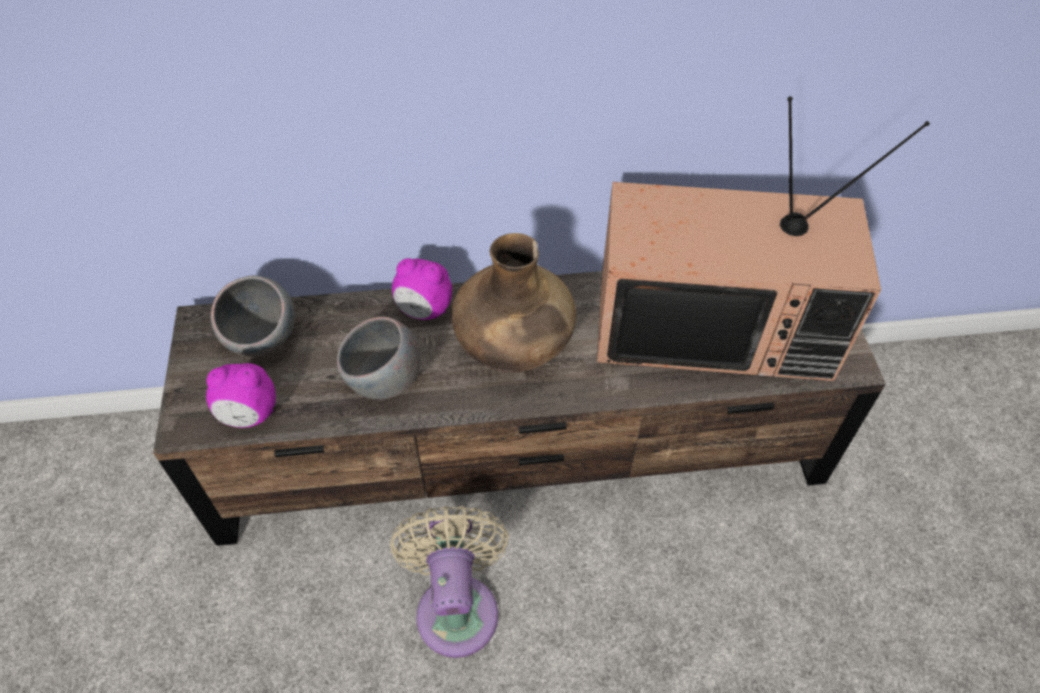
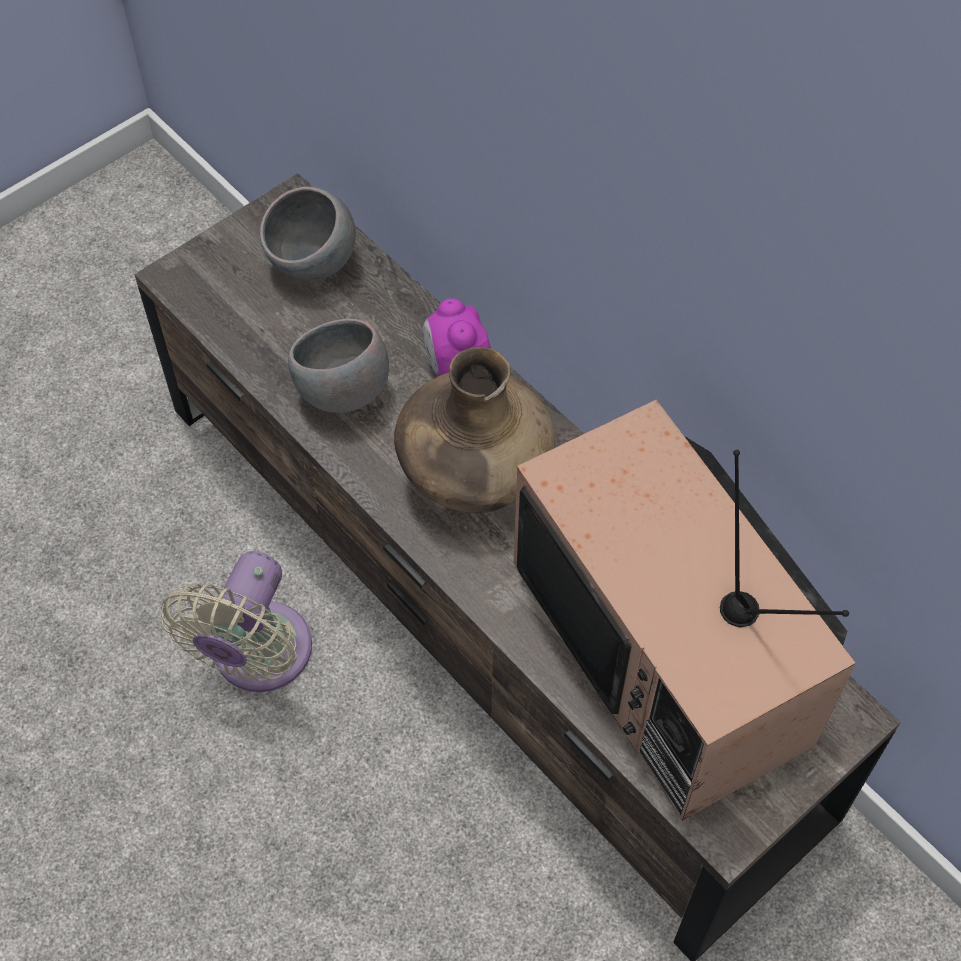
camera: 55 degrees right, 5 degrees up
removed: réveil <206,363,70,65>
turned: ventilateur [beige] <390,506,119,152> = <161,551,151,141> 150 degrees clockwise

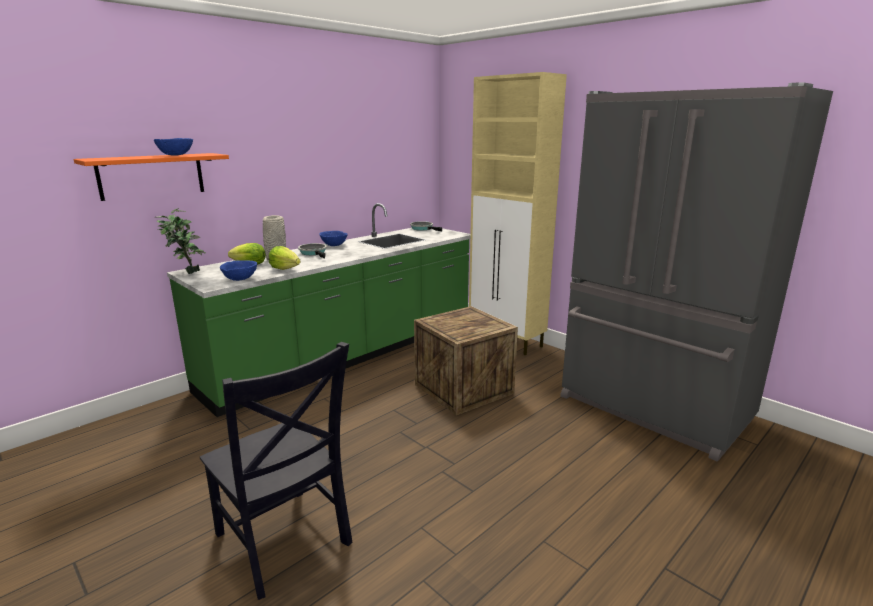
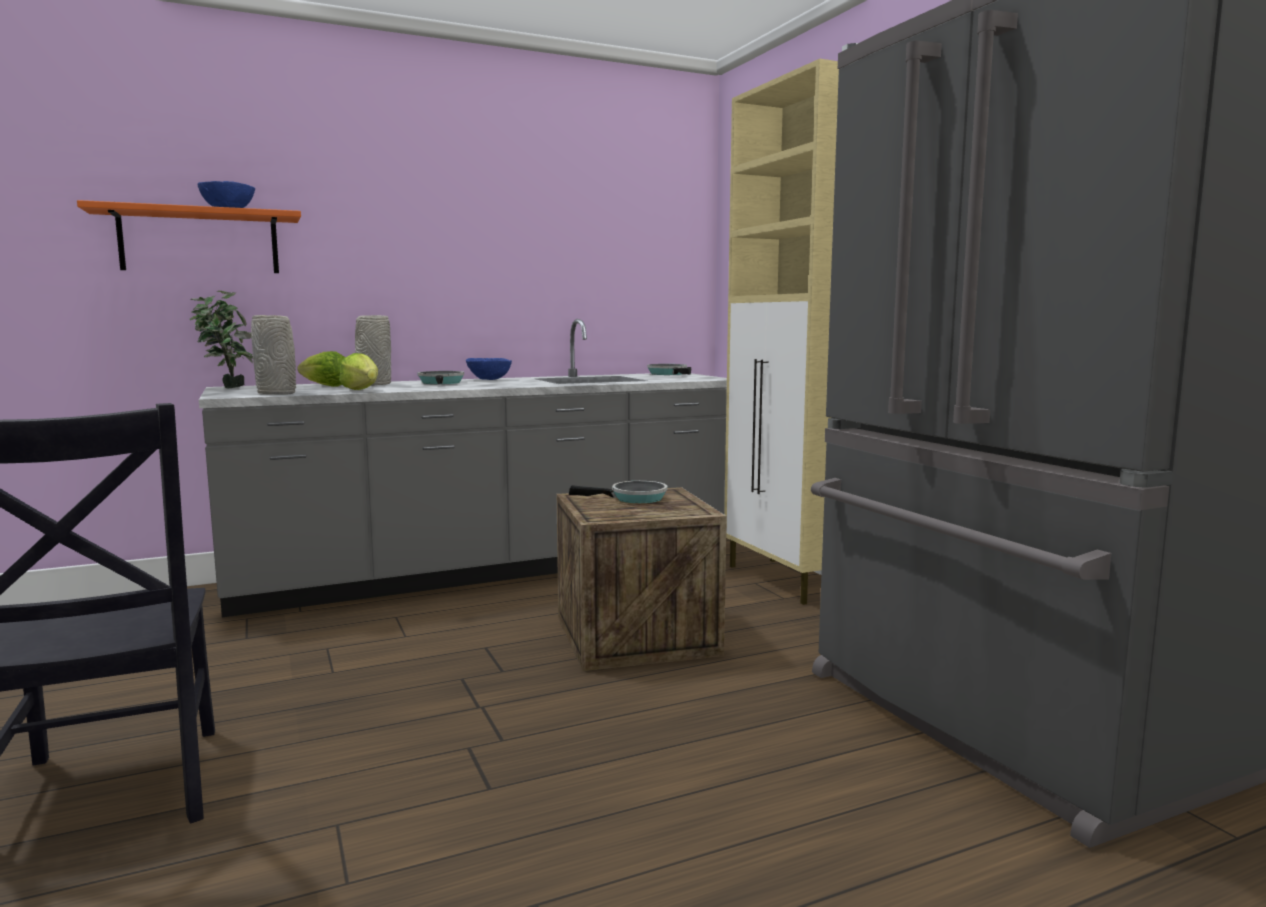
camera: 20 degrees right, 10 degrees down
added: poêle <569,481,99,22>
replaced: bol [bleu] <220,260,37,21> to vase [gris] <251,315,45,80>
recoloured: comptoir de cuisine [vert] <167,203,303,214> to comptoir de cuisine [gris] <199,319,528,298>

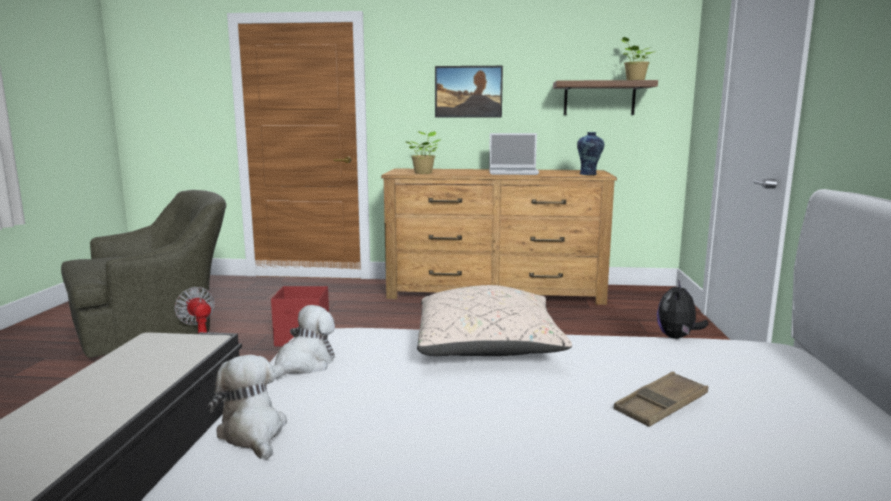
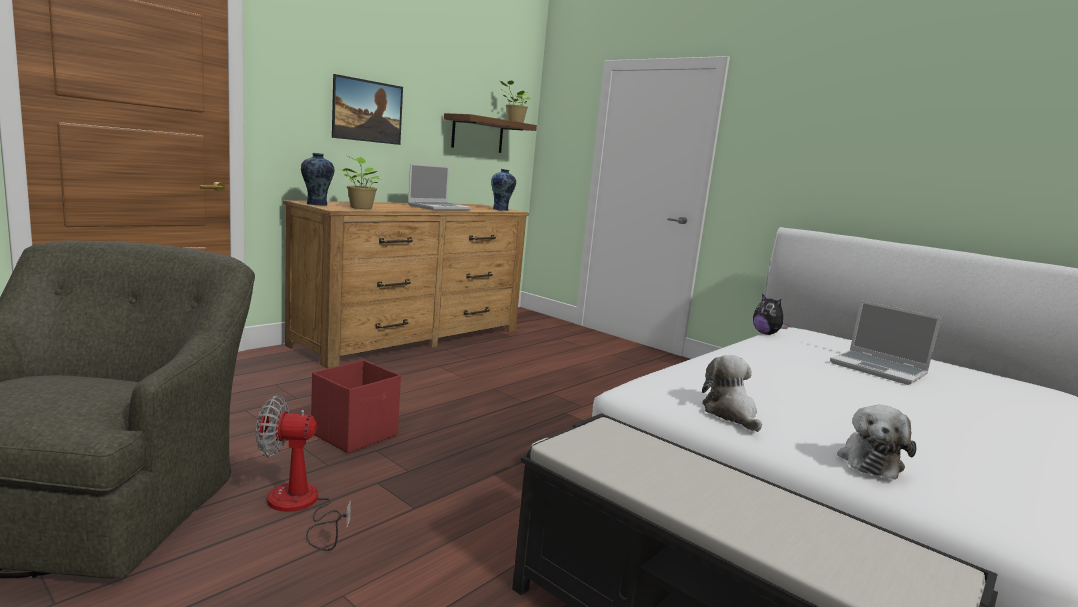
camera: 55 degrees left, 0 degrees up
removed: coussin [beige] <417,285,155,71>
added: vase <301,153,33,53>
replaced: plateau [marron] <614,371,94,56> to ordinateur portable <830,300,111,85>
turned: peluche <207,355,80,105> = <837,405,79,75> 75 degrees counterclockwise

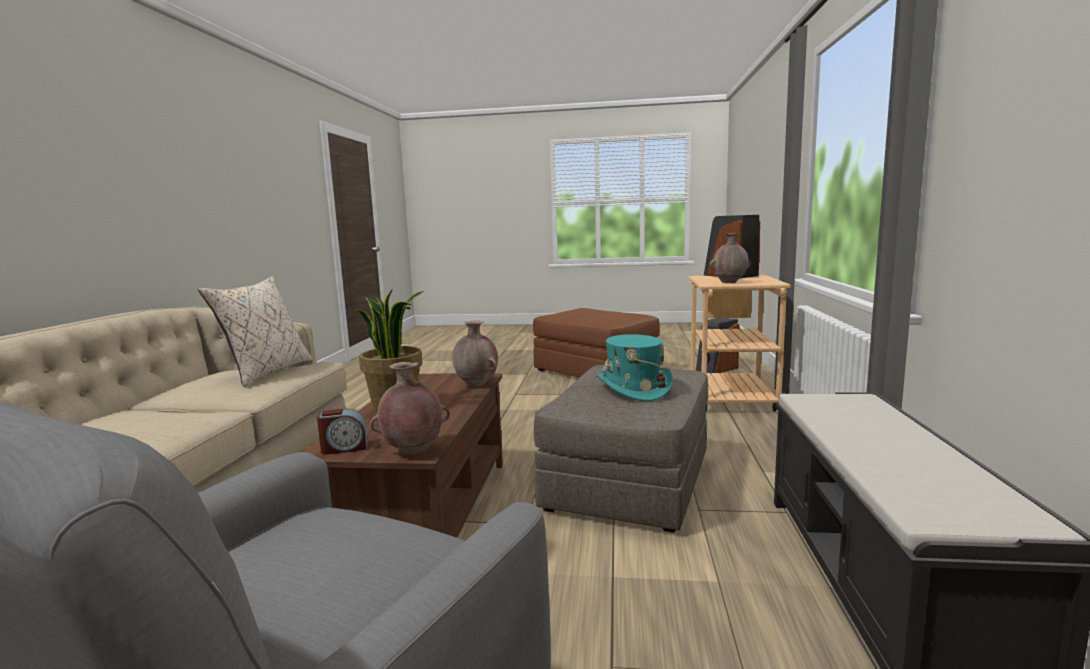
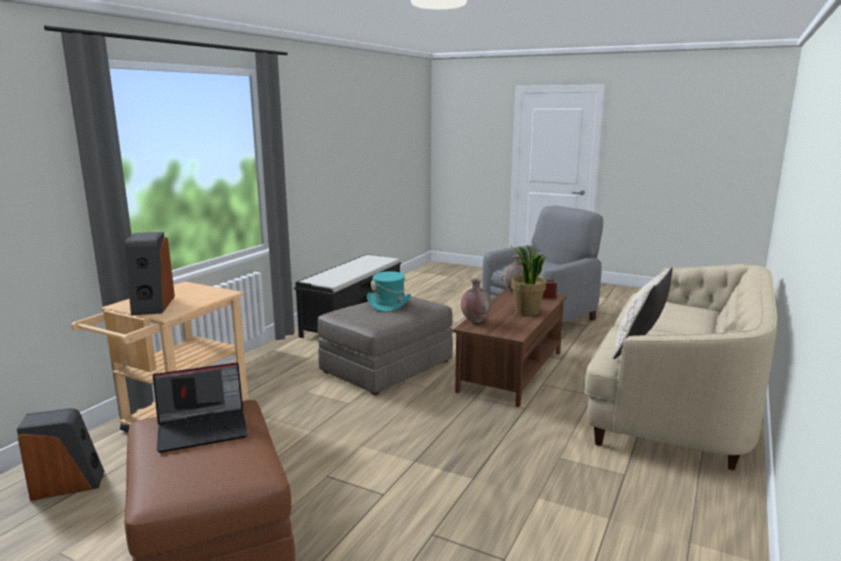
camera: 160 degrees left, 5 degrees up
removed: vase [marron] <710,233,41,50>
added: ordinateur portable <153,362,95,91>

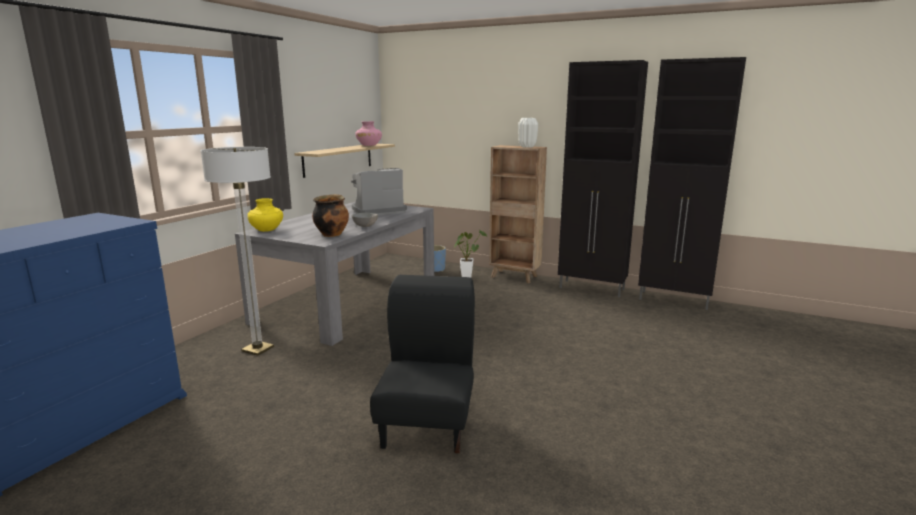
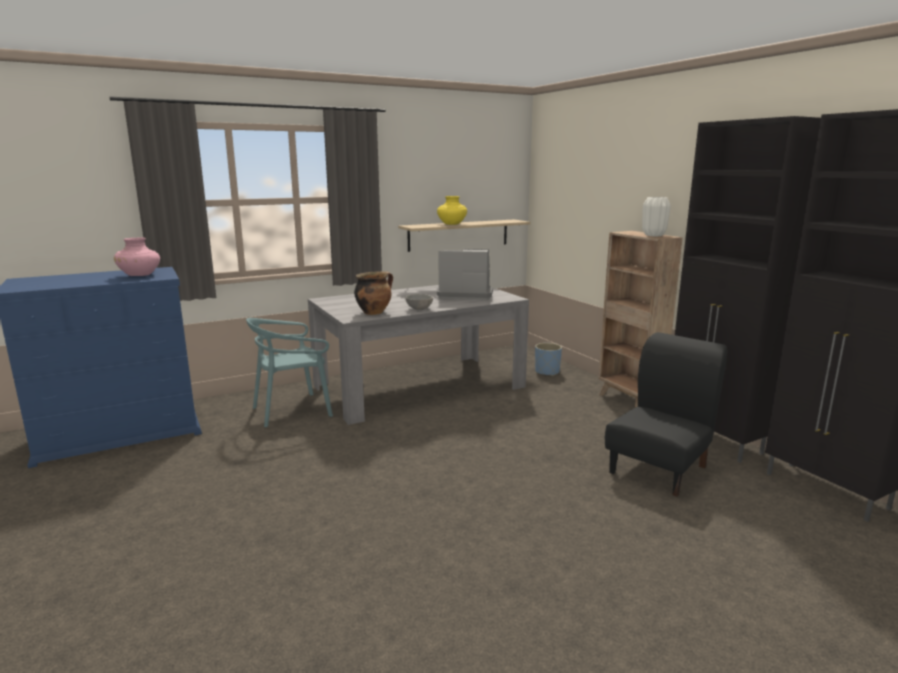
camera: 35 degrees right, 0 degrees up
removed: plante en pot <455,231,32,47>
moved: vase [jaune] <248,198,35,34> to <437,196,30,29>; vase [rose] <355,121,27,25> to <114,238,46,38>; chaise [noir] <370,275,105,178> to <605,332,122,164>
replaced: lampadaire <200,147,74,209> to chaise [turquoise] <246,318,87,109>

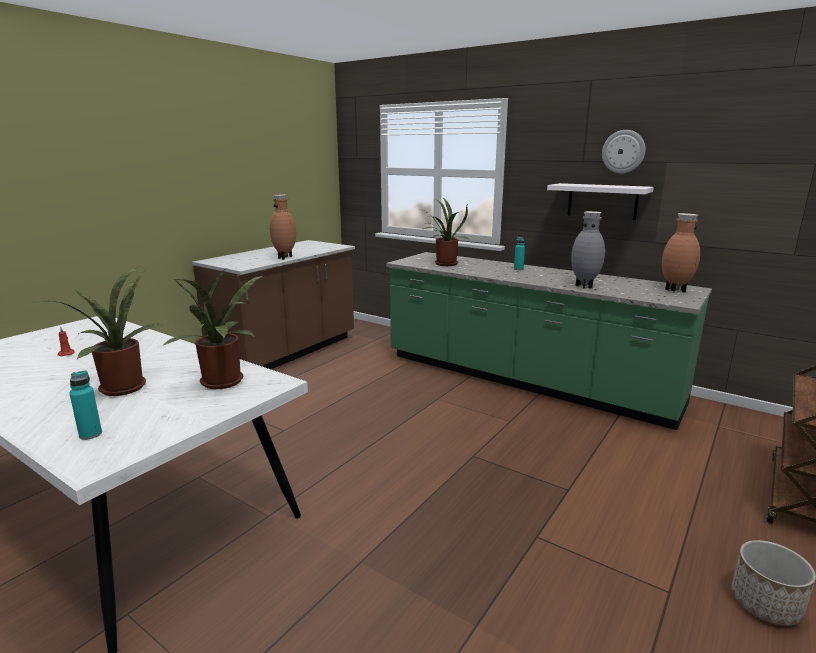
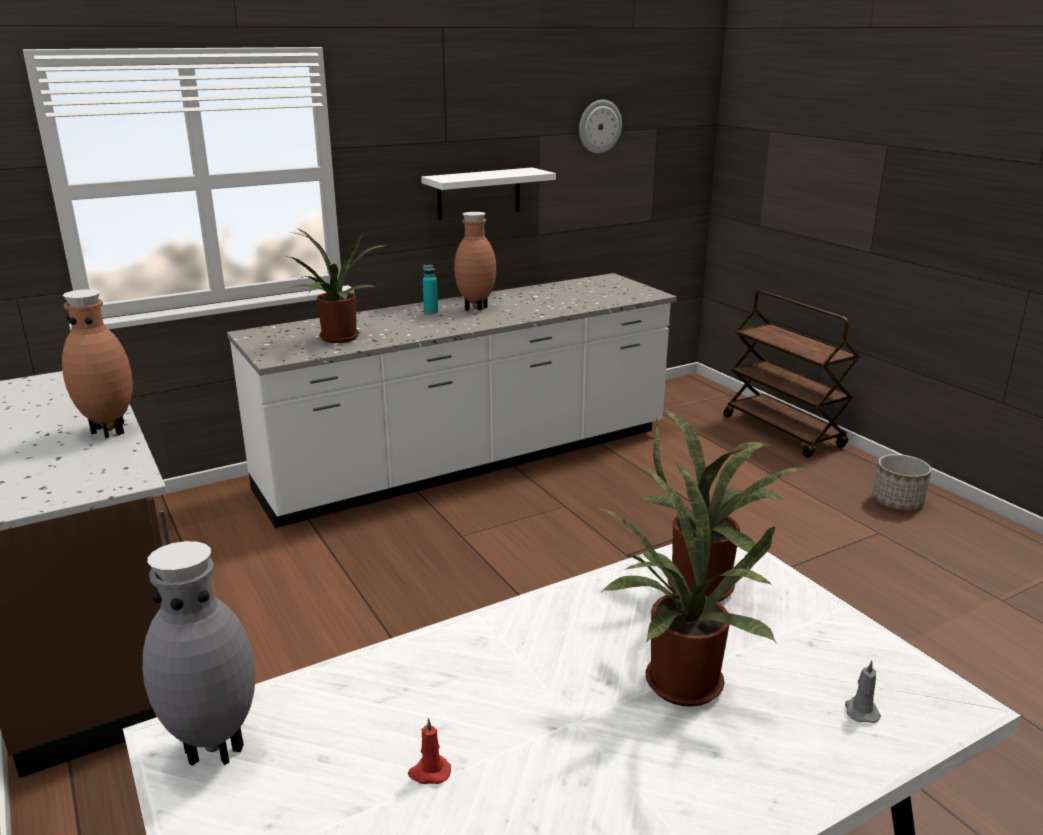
camera: 65 degrees left, 5 degrees up
moved: vase [gris] <571,211,34,78> to <143,541,113,225>; horloge murale <602,130,43,44> to <579,100,43,54>; vase [marron] <662,213,38,80> to <454,212,42,99>
replaced: bouteille [turquoise] <69,370,33,70> to bougie [gris] <845,660,36,63>
recoloured: comptoir de cuisine [vert] <386,252,326,178> to comptoir de cuisine [blanc] <227,273,450,255>

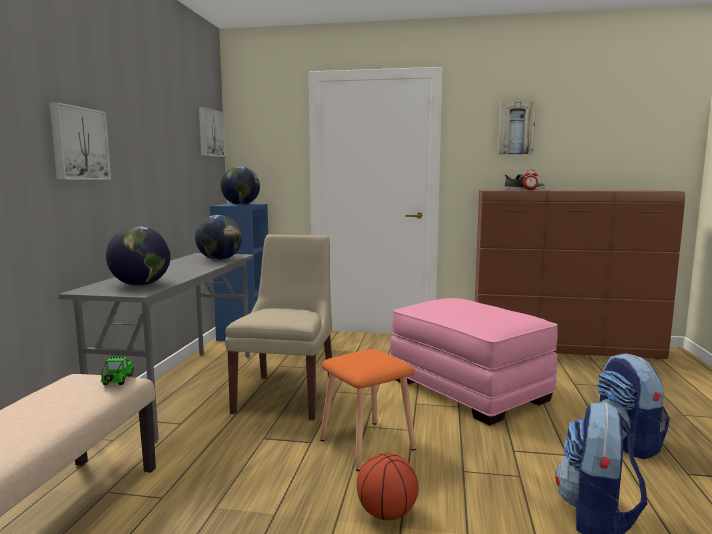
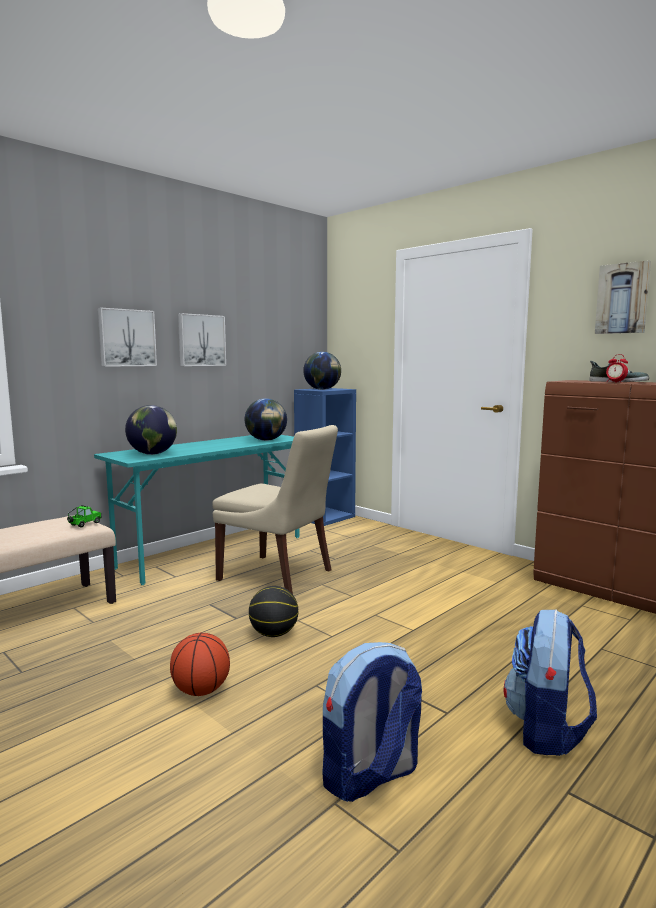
camera: 35 degrees right, 0 degrees up
removed: pouf [rose] <390,298,168,128>
moved: tableau <199,107,26,50> to <178,313,48,53>
replaced: tabouret [orange] <320,349,96,122> to ballon de basket <249,586,49,51>
recoloured: bureau [gris] <59,253,195,190> to bureau [turquoise] <94,435,206,150>
turned: chaise [beige] <225,234,107,186> = <212,425,126,169> 75 degrees clockwise

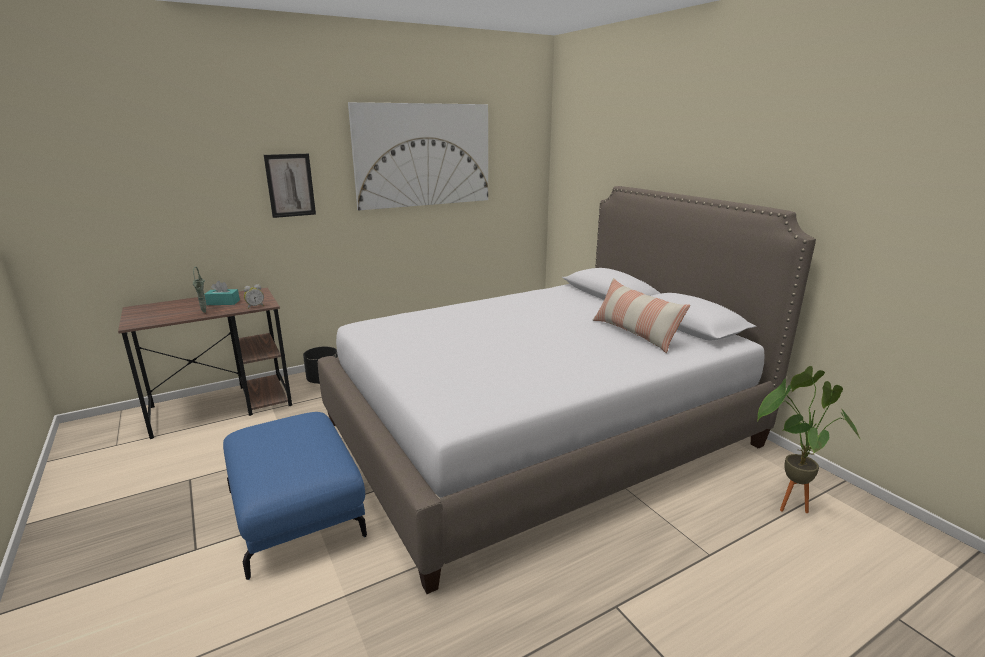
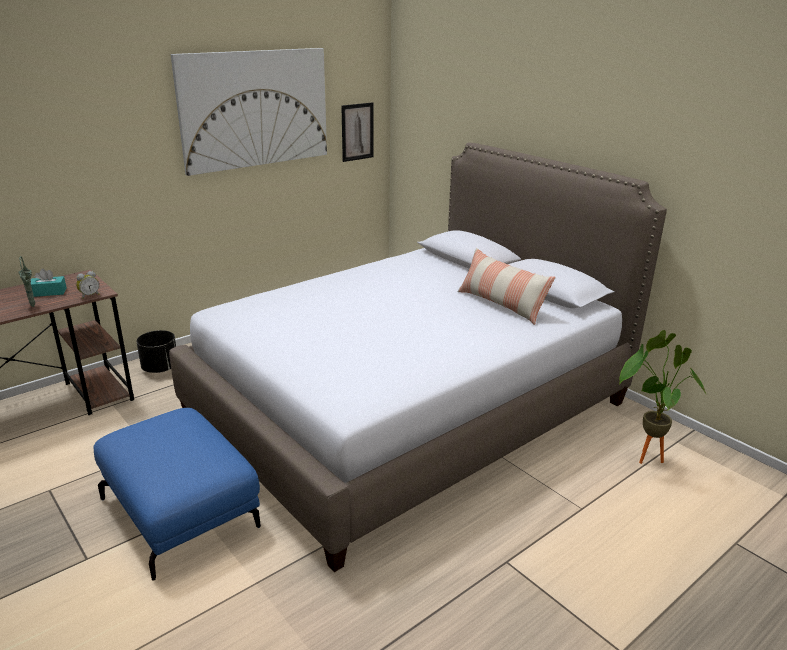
camera: 10 degrees left, 5 degrees up
moved: tableau <264,154,52,64> to <341,102,32,60>

